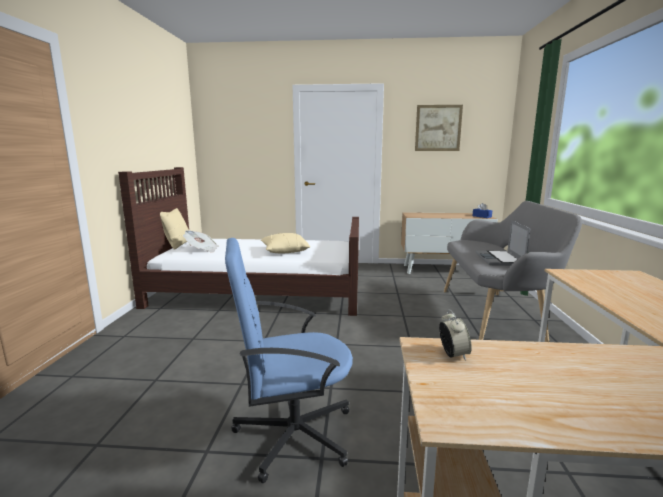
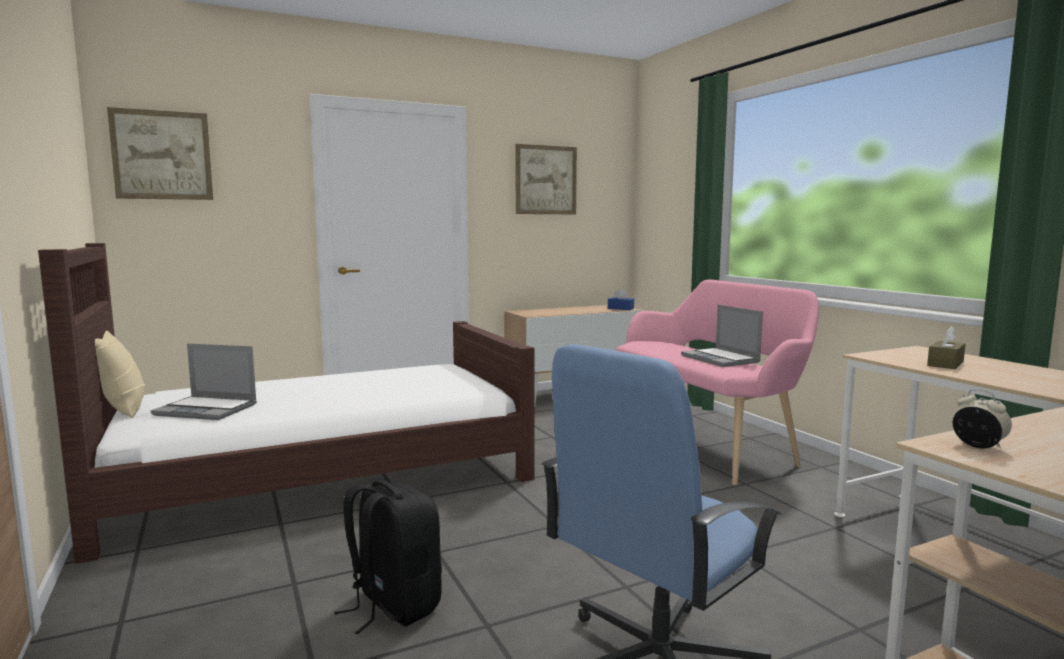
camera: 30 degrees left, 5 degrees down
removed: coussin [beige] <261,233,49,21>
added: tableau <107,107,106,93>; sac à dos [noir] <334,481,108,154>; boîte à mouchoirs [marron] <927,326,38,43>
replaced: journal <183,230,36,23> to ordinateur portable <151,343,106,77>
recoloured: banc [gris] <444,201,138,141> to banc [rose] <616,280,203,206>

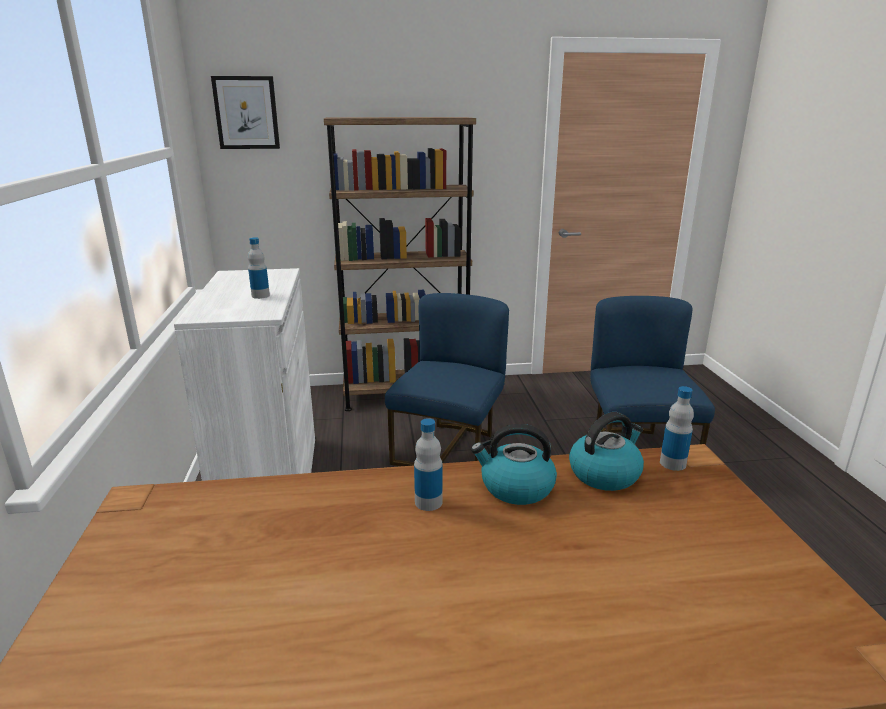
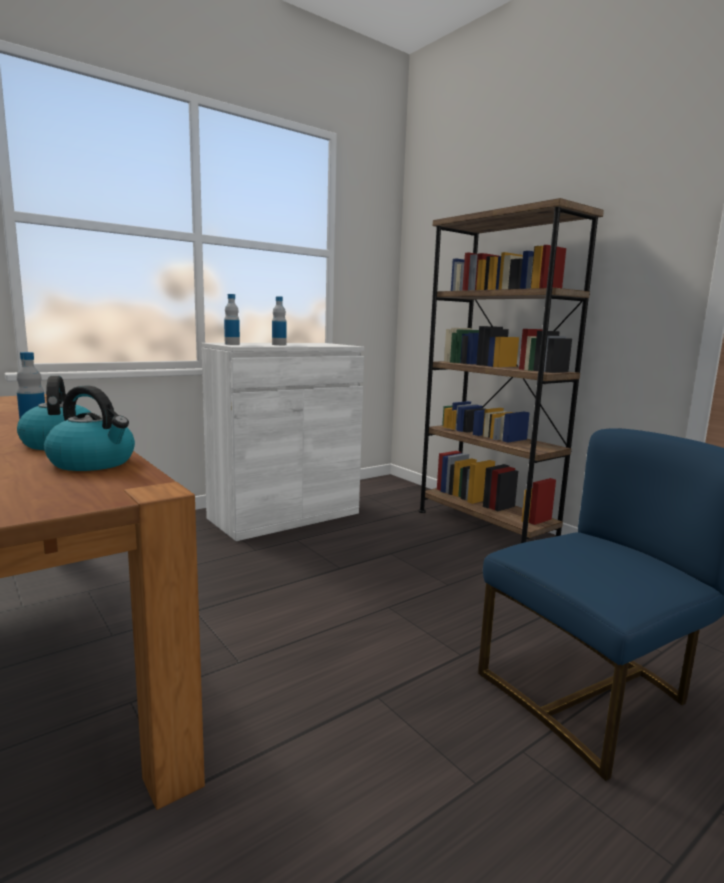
camera: 60 degrees right, 10 degrees down
removed: tableau <211,76,69,73>; chaise [bleu] <385,293,124,173>
moved: bouteille <660,386,34,85> to <224,294,16,51>

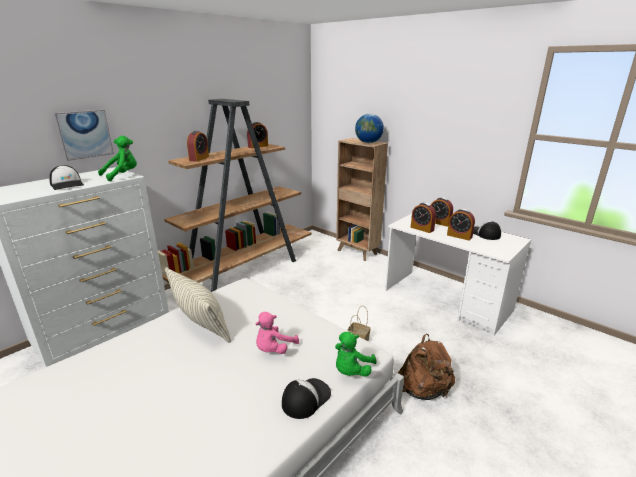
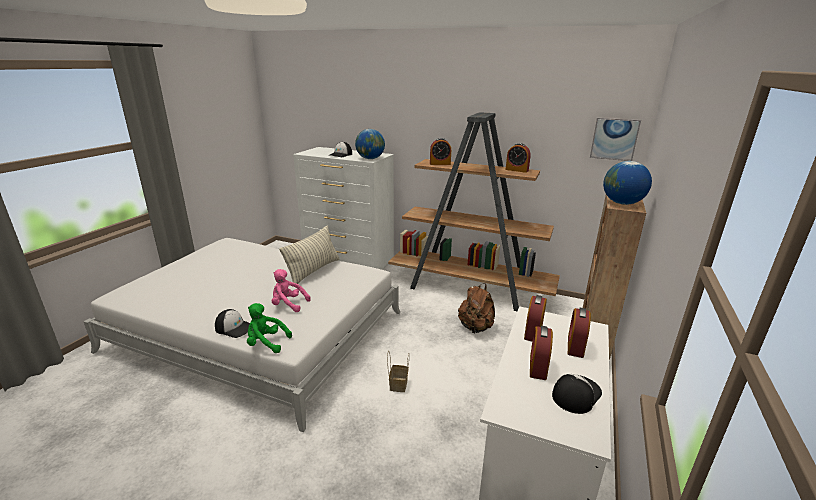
camera: 70 degrees right, 0 degrees up
moved: tableau <54,110,60,51> to <590,118,51,43>; sac à dos [marron] <398,334,57,66> to <458,283,37,50>
replaced: peluche [vert] <98,136,39,45> to globe <355,129,30,30>

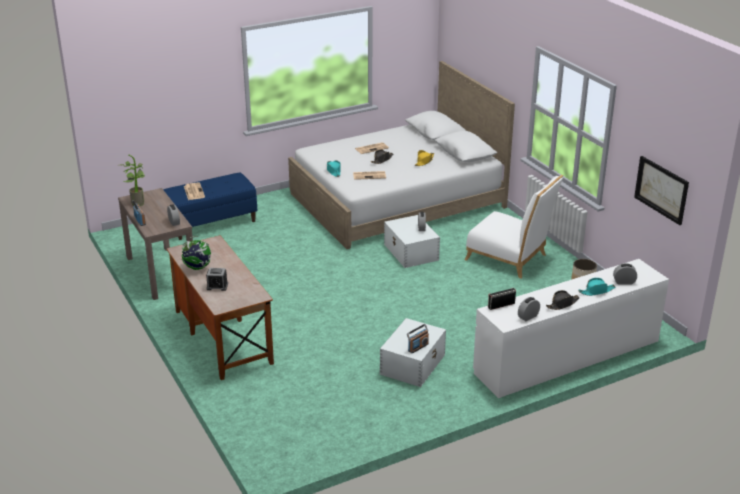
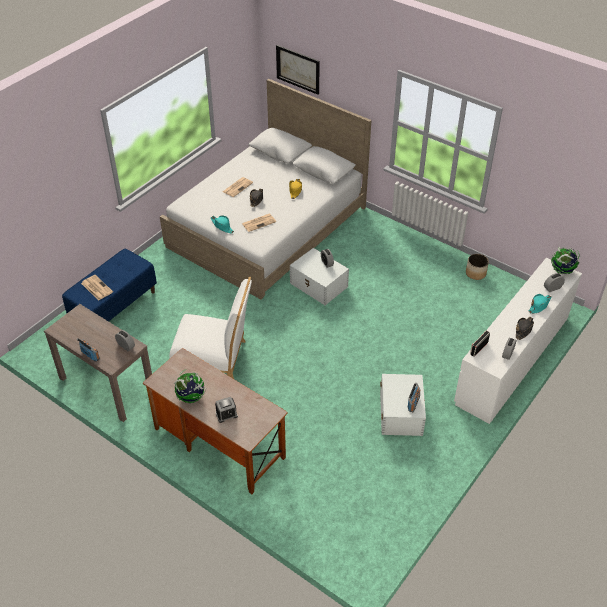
camera: 25 degrees left, 15 degrees up
removed: plante en pot <120,155,24,51>
added: globe <551,247,29,27>
moved: chaise [blanc] <465,175,98,104> to <170,277,82,102>; tableau <634,156,55,69> to <276,45,44,50>

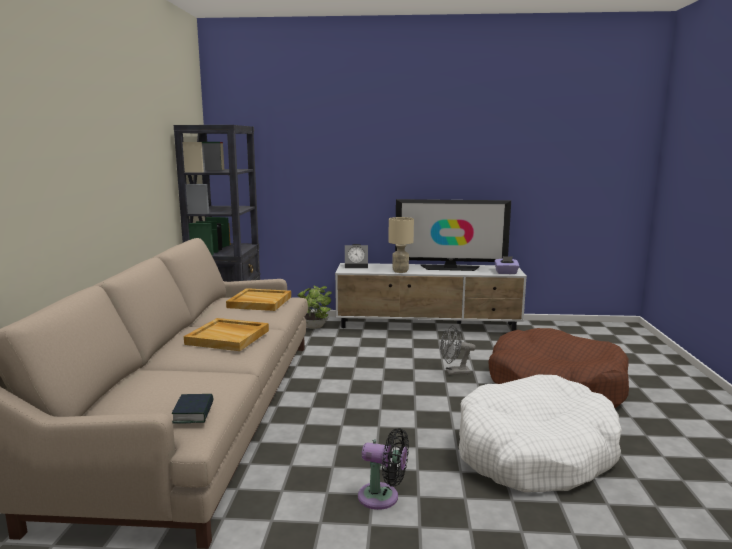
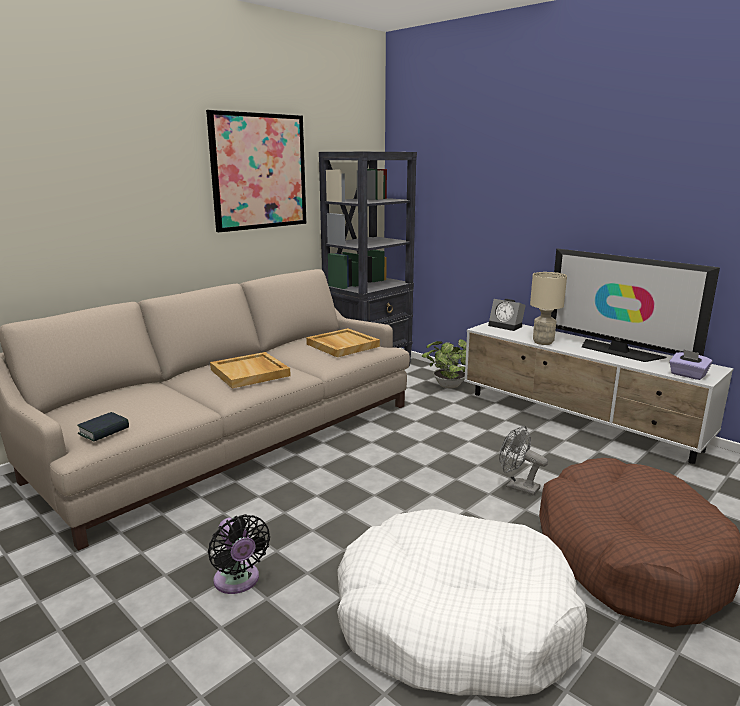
camera: 40 degrees right, 5 degrees up
added: tableau <206,110,101,122>

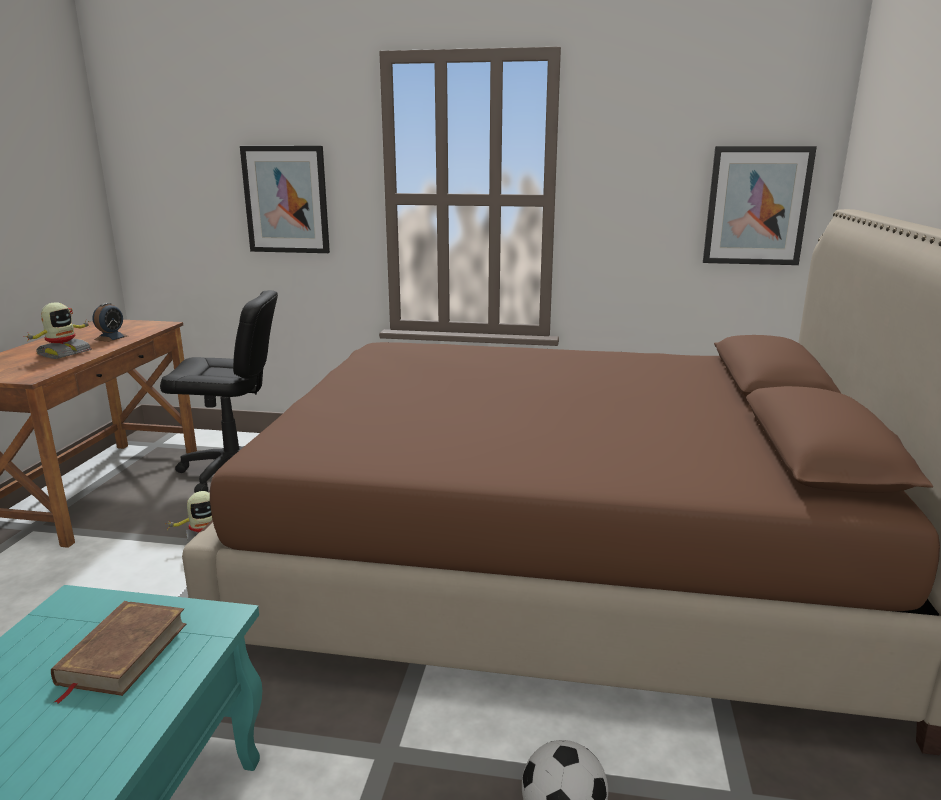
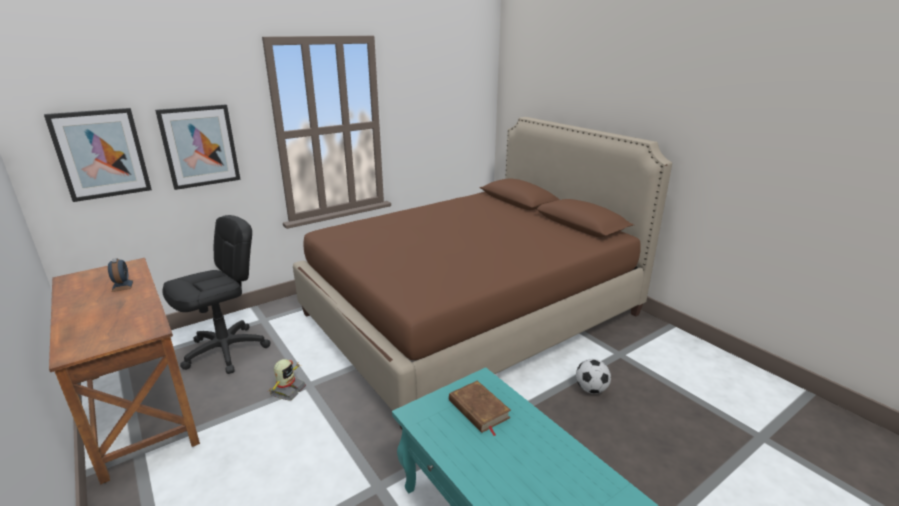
camera: 45 degrees left, 5 degrees up
removed: robot jouet <23,302,69,57>
moved: tableau <703,146,114,119> to <44,108,108,94>

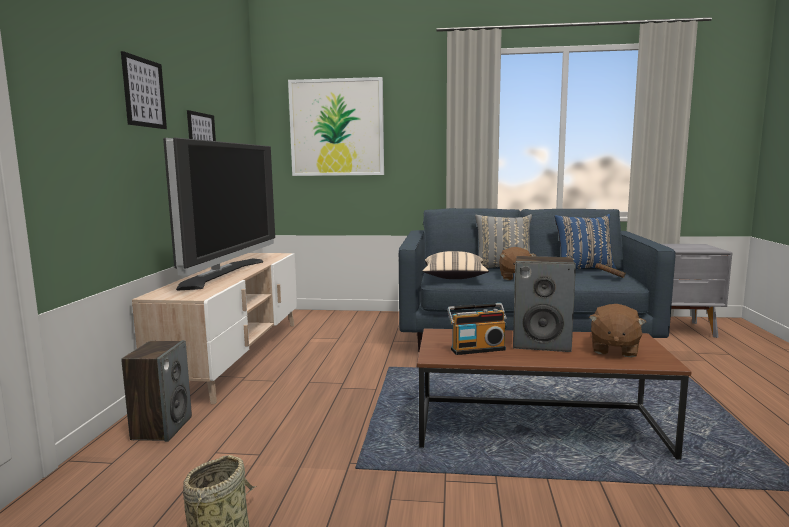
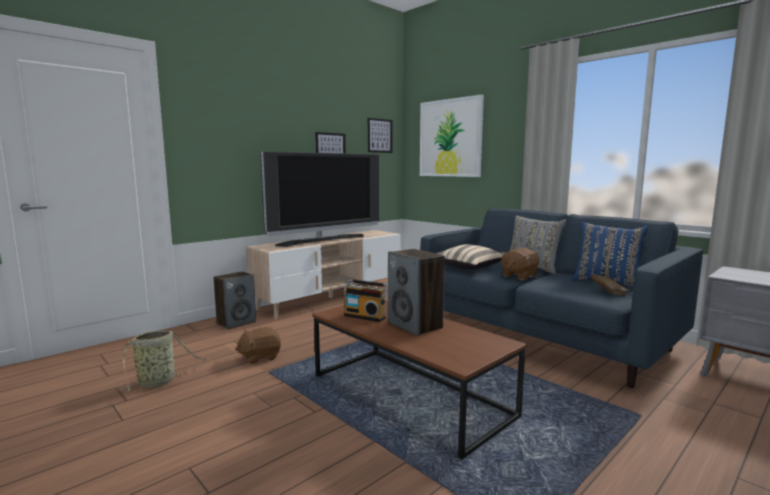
camera: 40 degrees right, 0 degrees up
moved: tableau <121,51,46,78> to <367,118,26,35>; peluche [marron] <589,304,57,54> to <235,327,46,37>

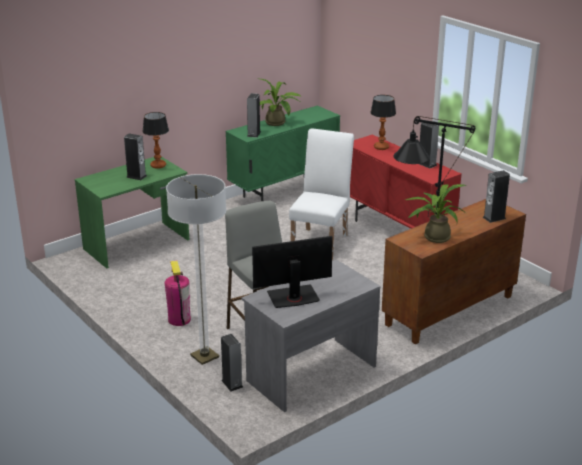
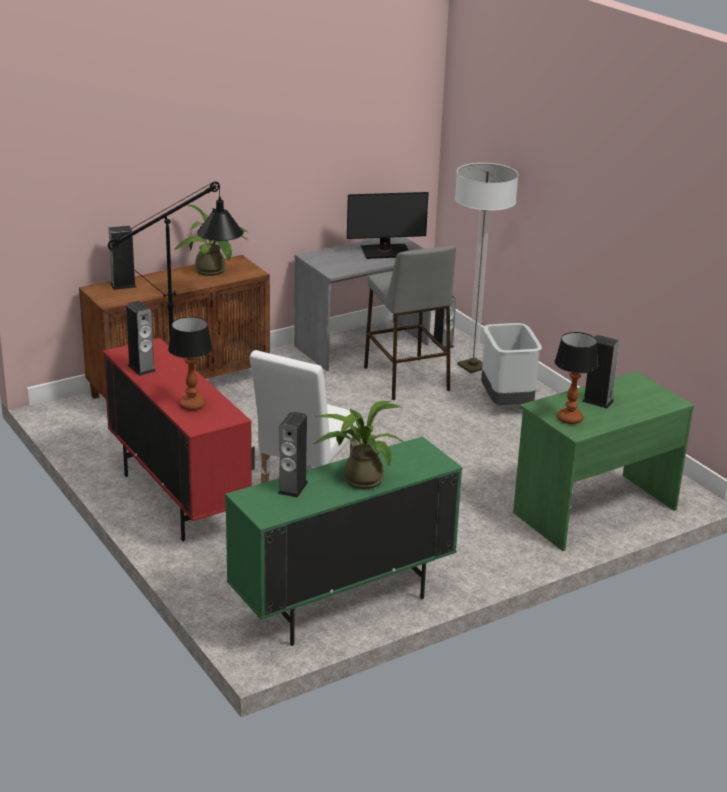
camera: 175 degrees left, 0 degrees up
moved: enceinte <247,93,14,44> to <278,411,30,87>
replaced: extincteur <165,261,26,65> to poubelle [gris] <481,323,61,82>

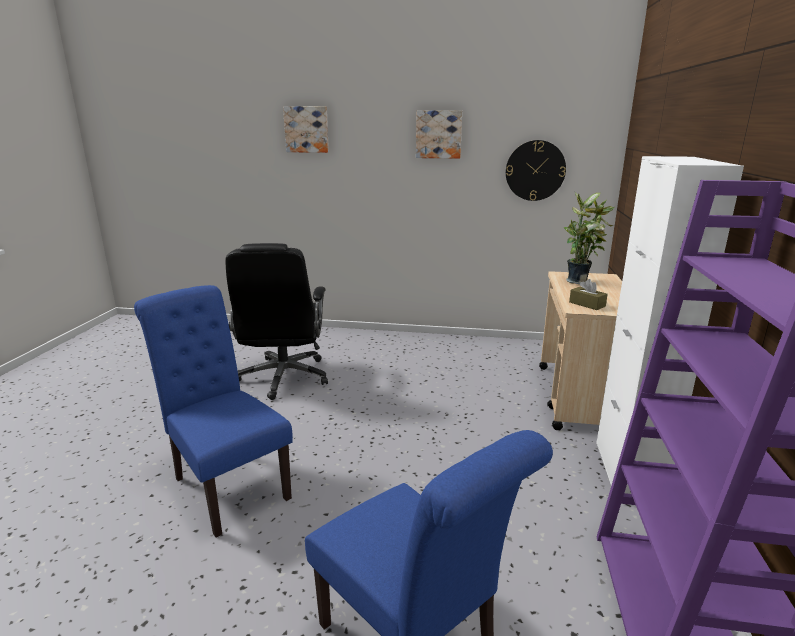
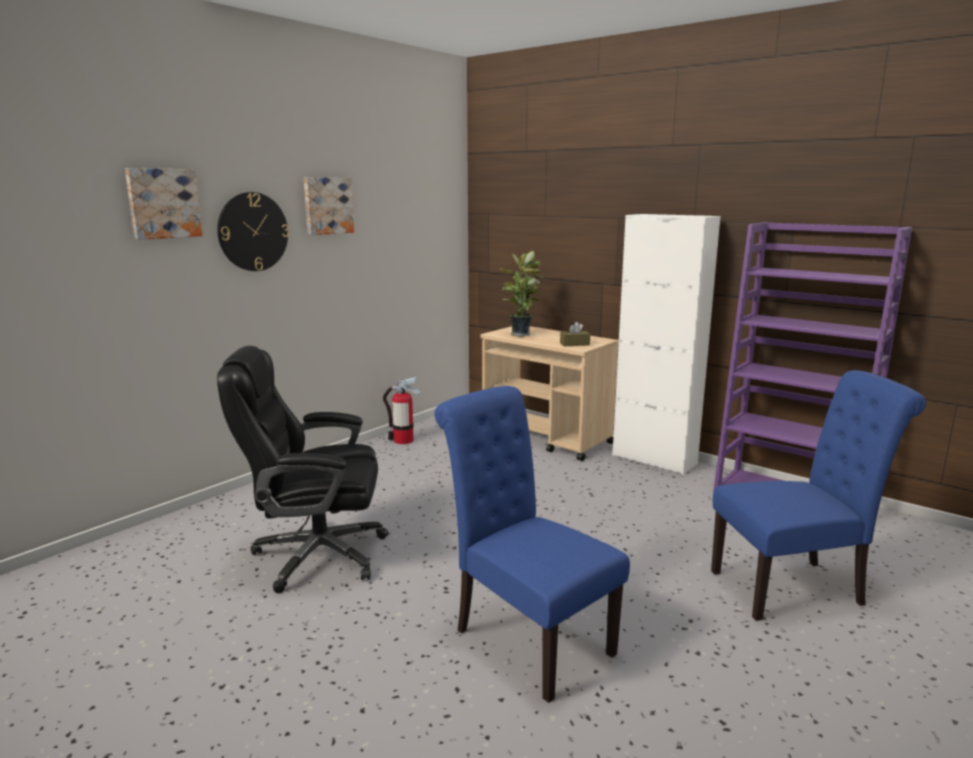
camera: 60 degrees left, 5 degrees down
added: extincteur <383,377,37,67>
moved: horloge murale <506,140,60,61> to <217,192,72,79>
turned: chaise [bleu] <134,285,159,253> = <435,386,195,317> 60 degrees clockwise; chaise de bureau [noir] <225,243,103,157> = <217,346,172,247> 150 degrees clockwise

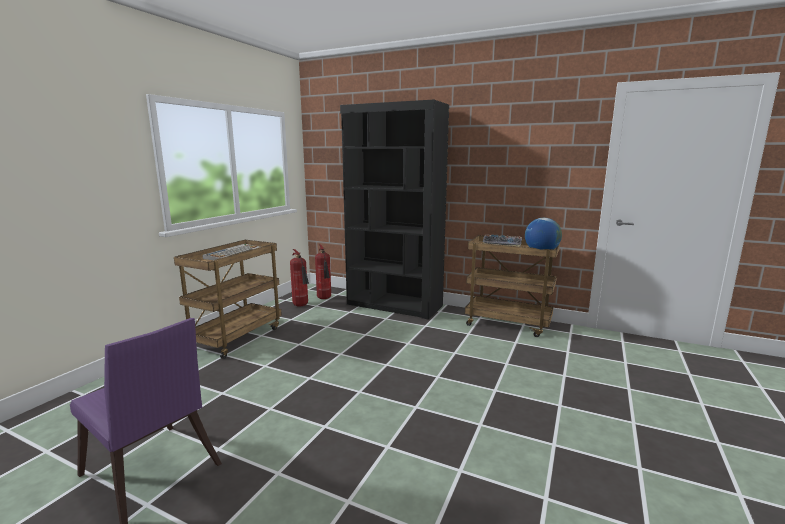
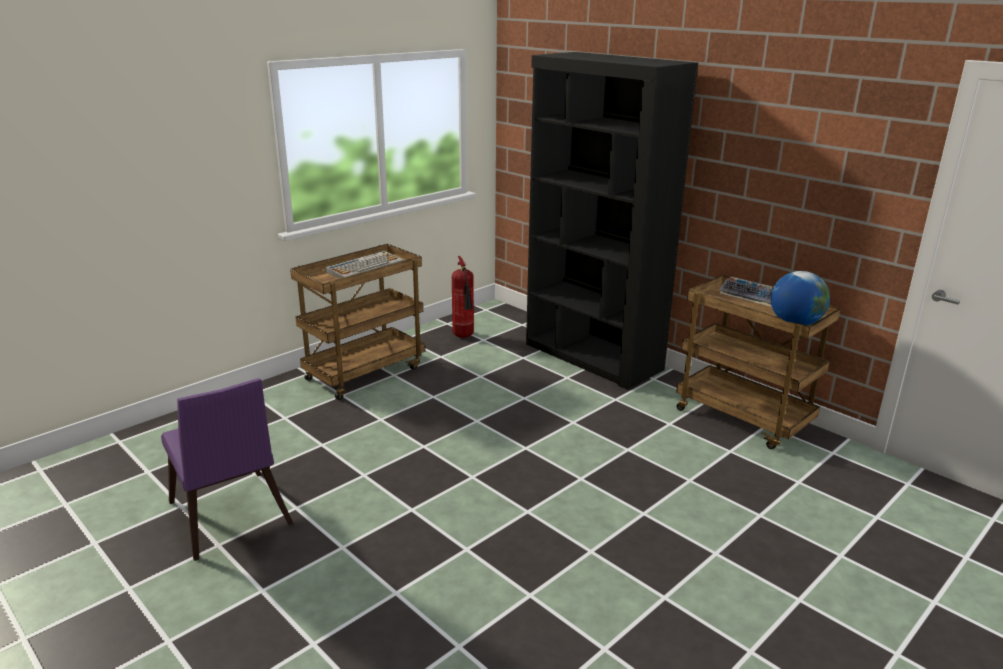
camera: 20 degrees right, 10 degrees up
removed: extincteur <315,244,16,55>

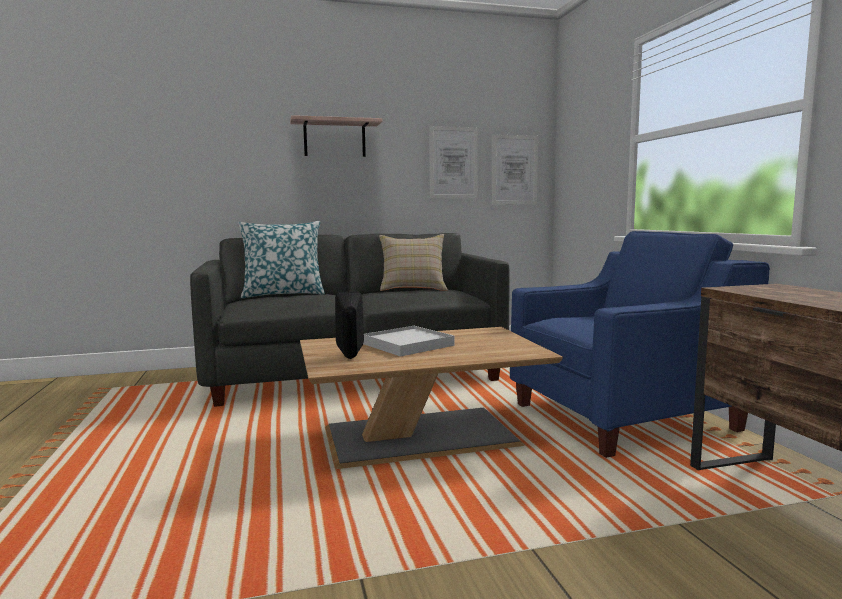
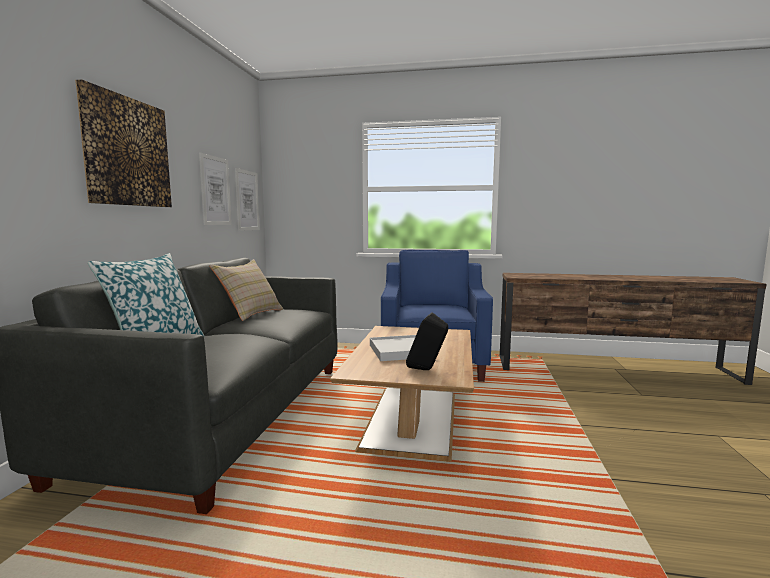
camera: 65 degrees left, 0 degrees up
replaced: étagère <290,115,93,42> to tableau <75,79,97,128>

